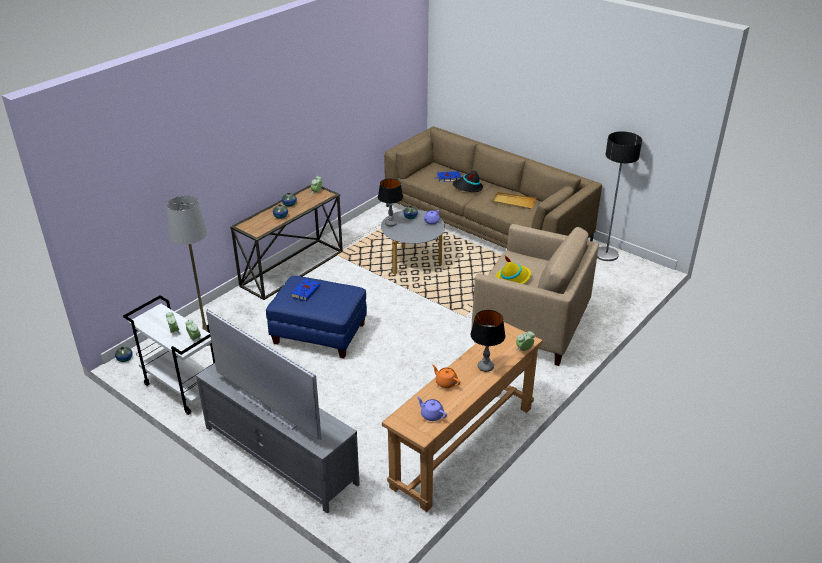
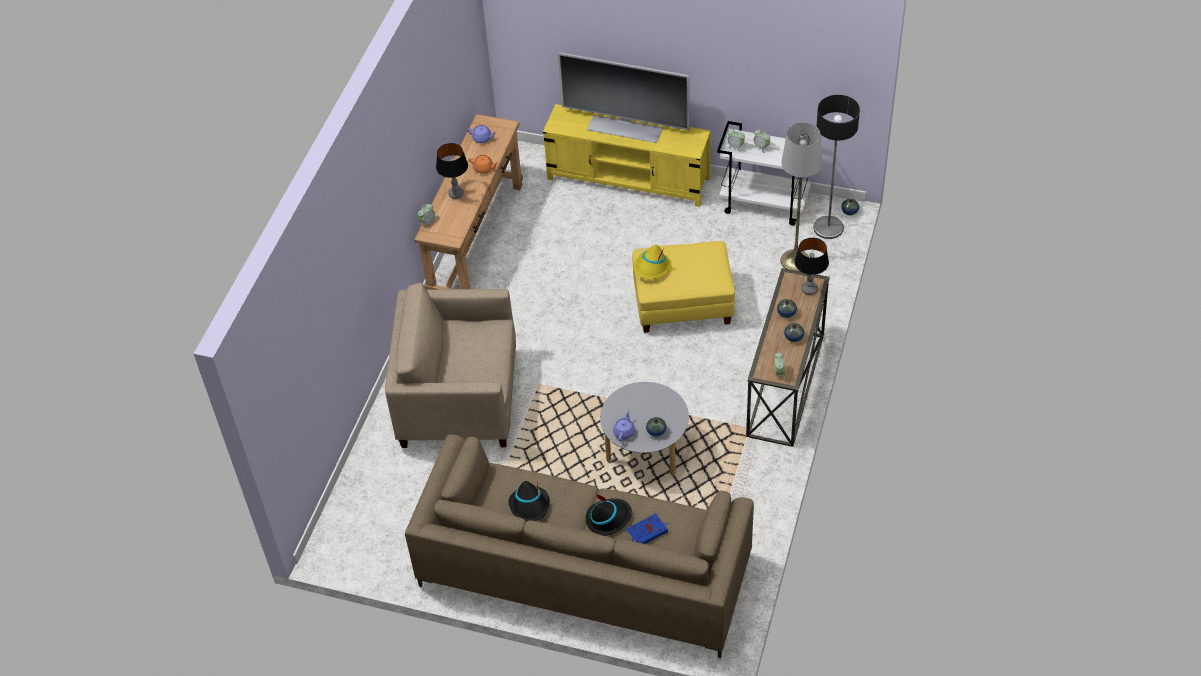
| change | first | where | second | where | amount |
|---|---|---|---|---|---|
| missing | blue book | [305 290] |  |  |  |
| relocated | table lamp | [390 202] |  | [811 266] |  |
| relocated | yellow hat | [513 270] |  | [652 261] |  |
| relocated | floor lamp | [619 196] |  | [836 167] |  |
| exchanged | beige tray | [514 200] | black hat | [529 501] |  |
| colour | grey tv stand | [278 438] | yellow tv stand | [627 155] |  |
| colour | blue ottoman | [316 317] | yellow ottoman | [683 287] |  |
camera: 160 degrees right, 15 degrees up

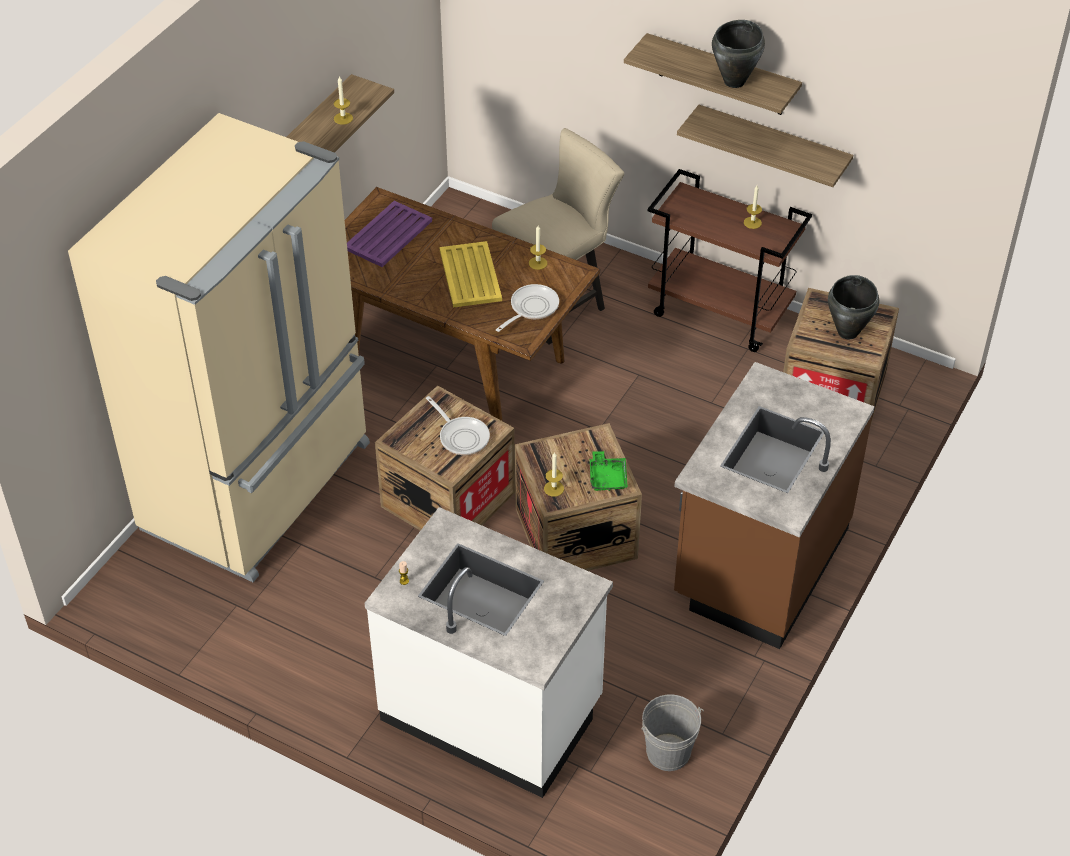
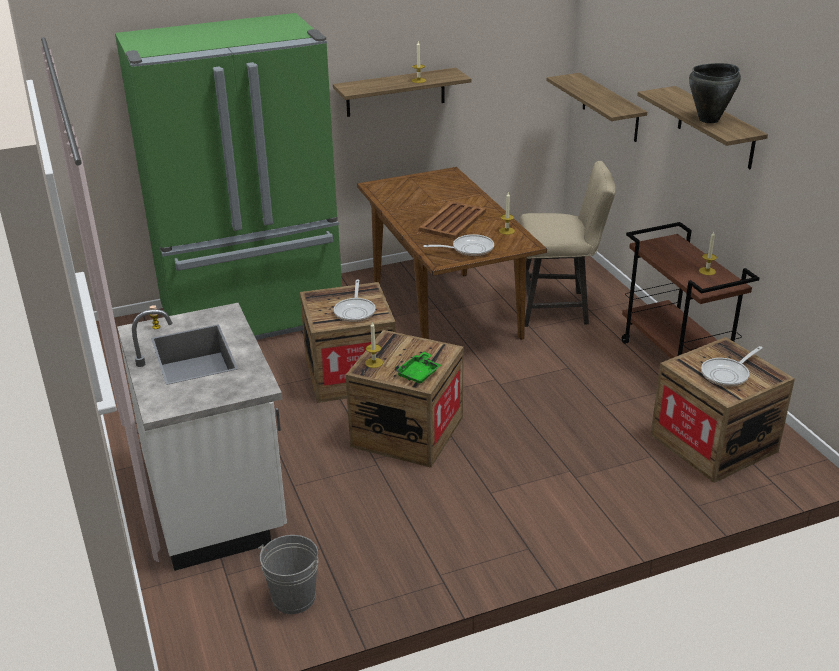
| change | first | where | second | where | amount |
|---|---|---|---|---|---|
| missing | purple tray | [389 234] |  |  |  |
| missing | brown counter | [774 505] |  |  |  |
| relocated | shelf | [765 146] |  | [596 107] |  |
| exchanged | black cooking pot | [853 307] | frying pan | [731 366] |  |
| colour | beige fridge | [219 347] | green fridge | [228 176] |  |
| colour | yellow tray | [471 274] | brown tray | [452 220] |  |
camera: 40 degrees right, 15 degrees down

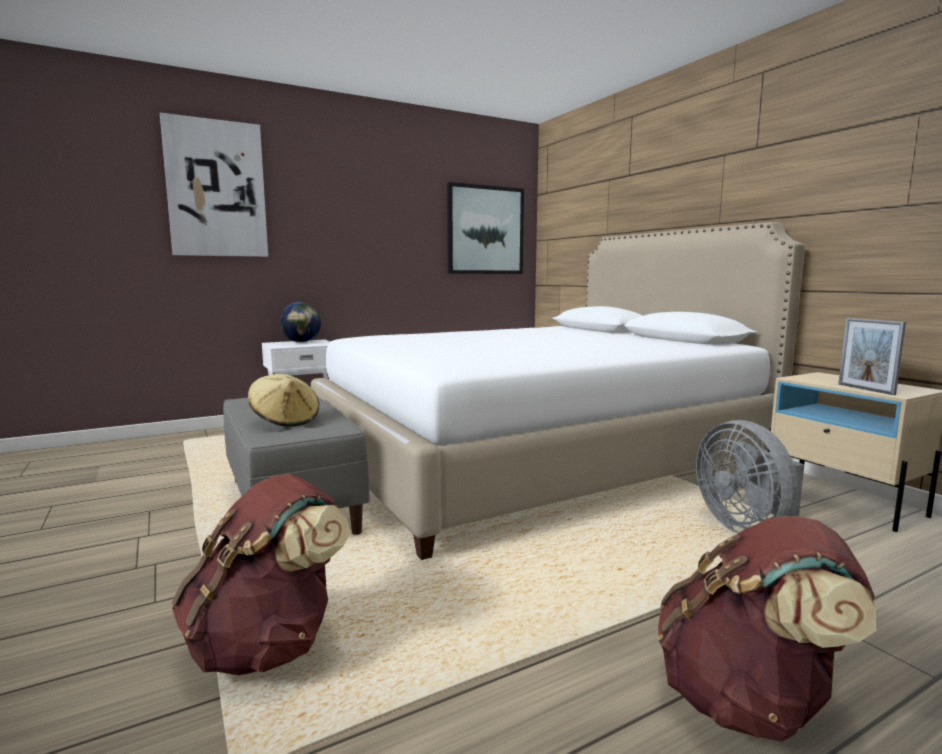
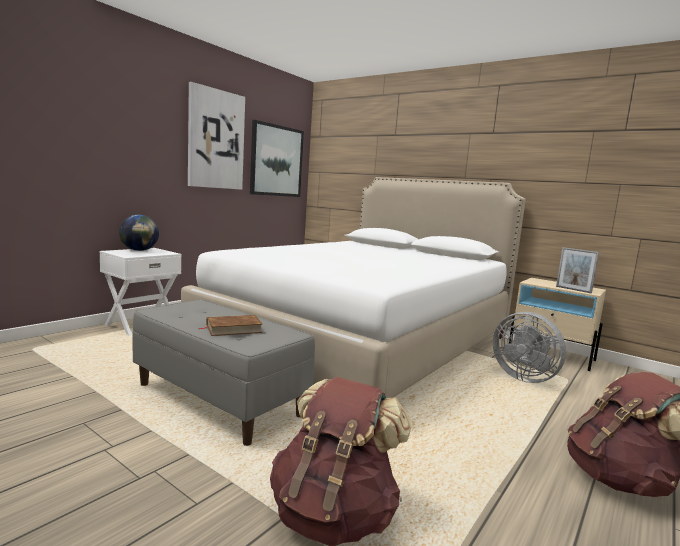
| change | first | where | second | where | amount |
|---|---|---|---|---|---|
| relocated | picture | [214 185] |  | [216 136] |  |
| exchanged | beige hat | [283 400] | brown book | [230 325] |  |
camera: 25 degrees left, 0 degrees up

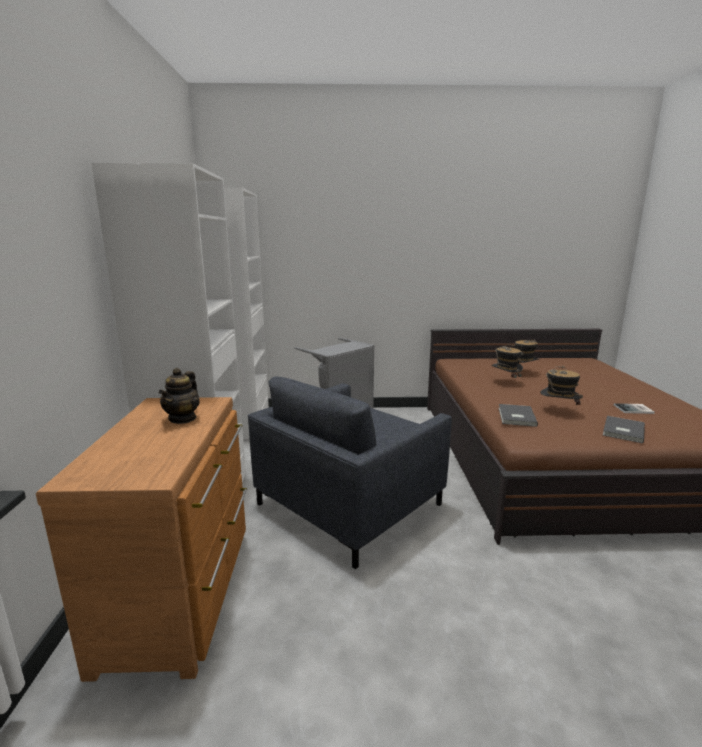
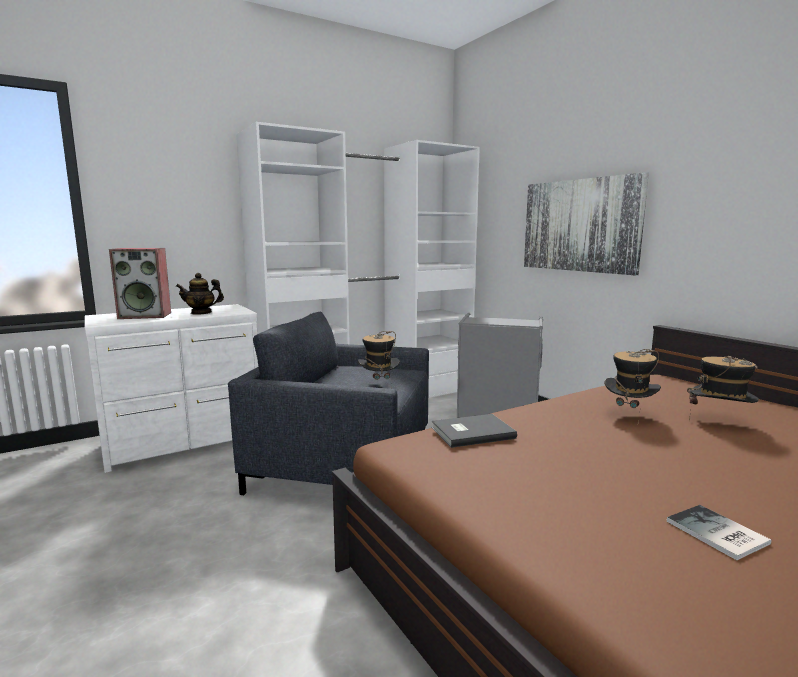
| change | first | where | second | where | amount |
|---|---|---|---|---|---|
| missing | grey book | [624 429] |  |  |  |
| appeared |  |  | speaker | [140 283] |  |
| appeared |  |  | picture | [586 223] |  |
| relocated | hat | [561 386] |  | [379 360] |  |
| colour | brown dresser | [141 539] | white dresser | [171 388] |  |
camera: 60 degrees right, 5 degrees down

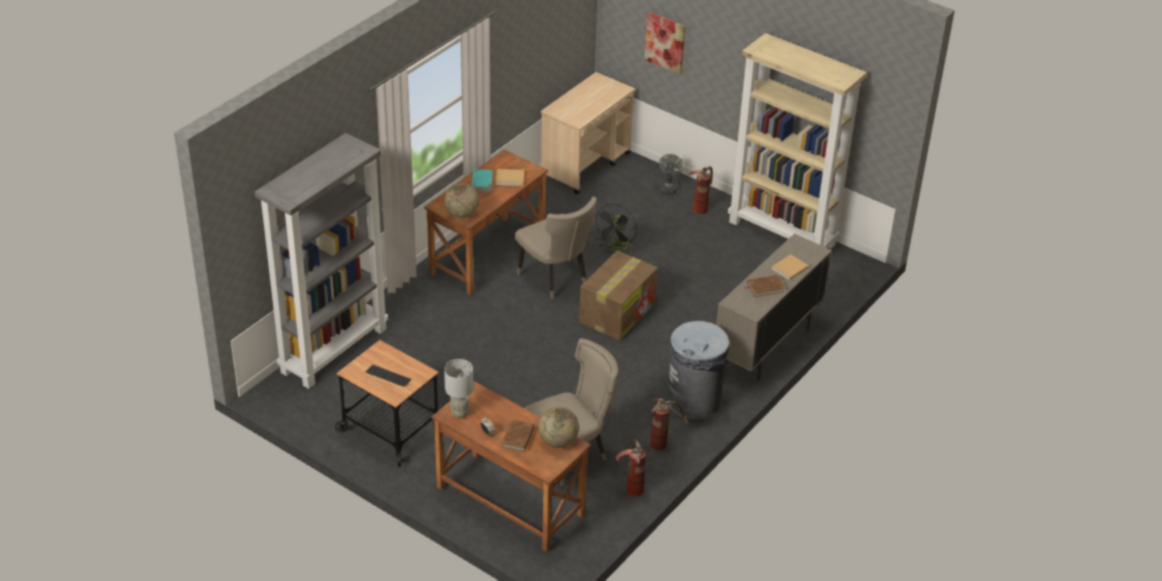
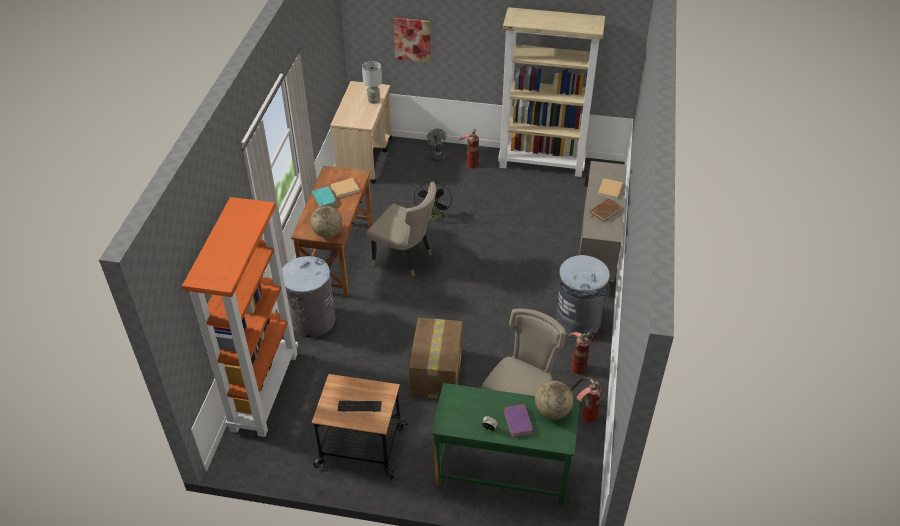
| change | first | where | second | where | amount |
|---|---|---|---|---|---|
| appeared |  |  | grey trash can | [309 296] |  |
| relocated | grey table lamp | [458 388] |  | [372 82] |  |
| relocated | cardboard box | [618 295] |  | [436 358] |  |
| colour | grey bookcase | [321 261] | orange bookcase | [240 317] |  |
| colour | brown desk | [511 466] | green desk | [505 444] |  |
| colour | brown book | [518 436] | purple book | [519 421] |  |
camera: 25 degrees left, 5 degrees up

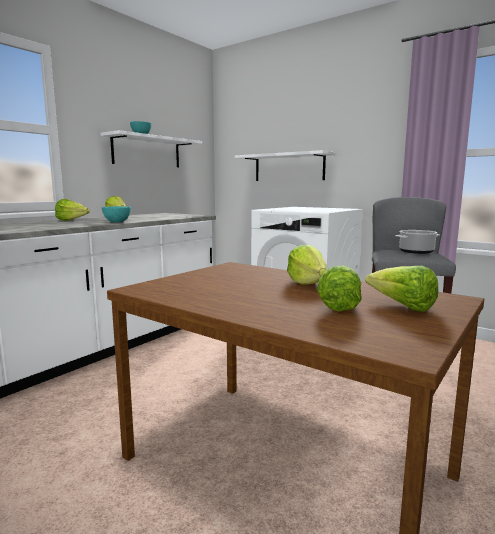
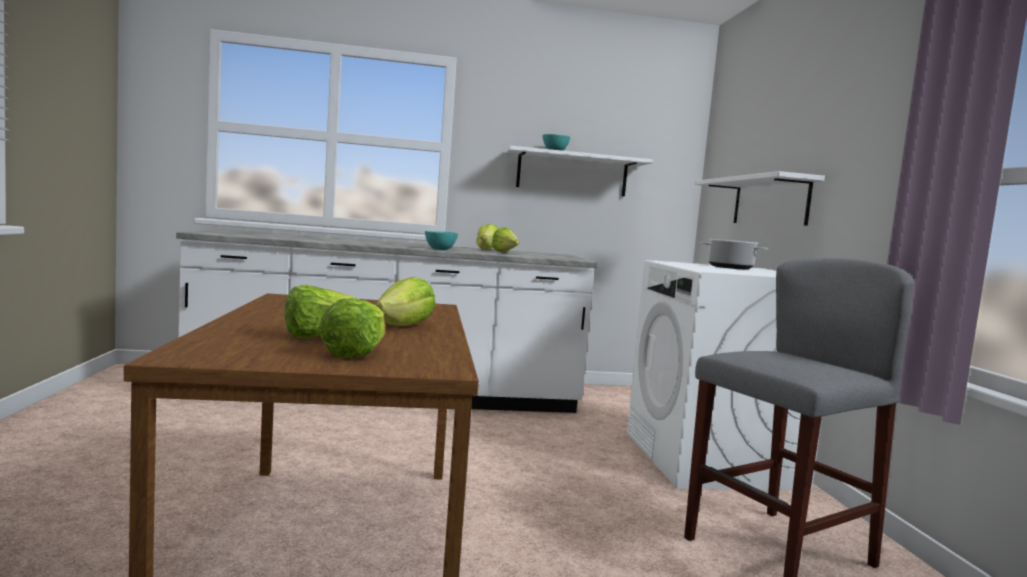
| change | first | where | second | where | amount |
|---|---|---|---|---|---|
| relocated | lettuce | [72 210] |  | [505 239] |  |
| relocated | cooking pot | [418 242] |  | [733 254] |  |
camera: 45 degrees right, 5 degrees down

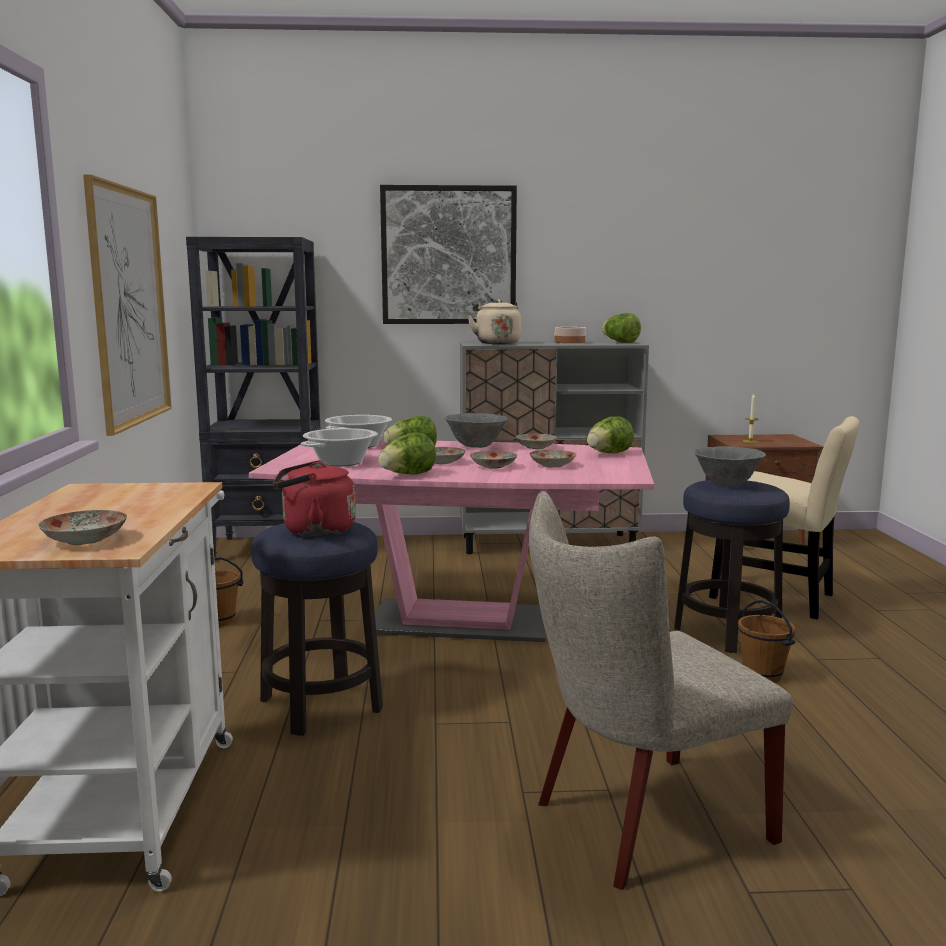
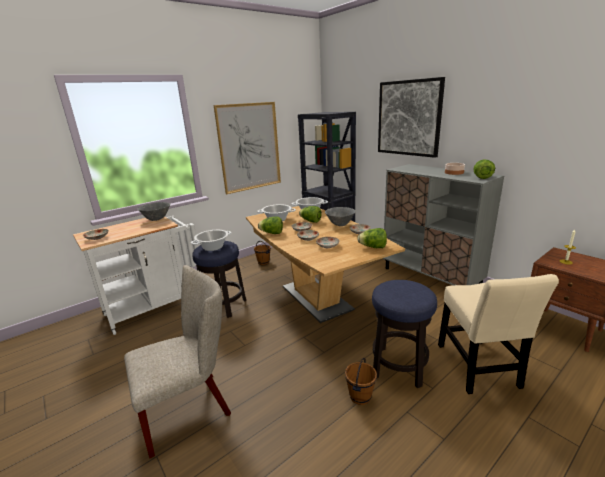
| change | first | where | second | where | amount |
|---|---|---|---|---|---|
| missing | beige kettle | [494 321] |  |  |  |
| relocated | grey bowl | [730 466] |  | [154 211] |  |
| exchanged | red kettle | [314 498] | cooking pot | [211 240] |  |
| colour | pink dining table | [451 541] | brown dining table | [325 264] |  |
| spun | beige chair | [661 690] |  | [177 362] | 120 degrees clockwise |
camera: 55 degrees right, 10 degrees up

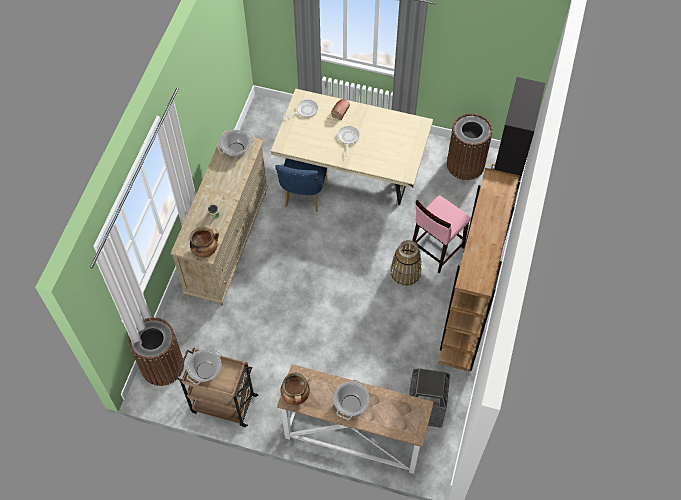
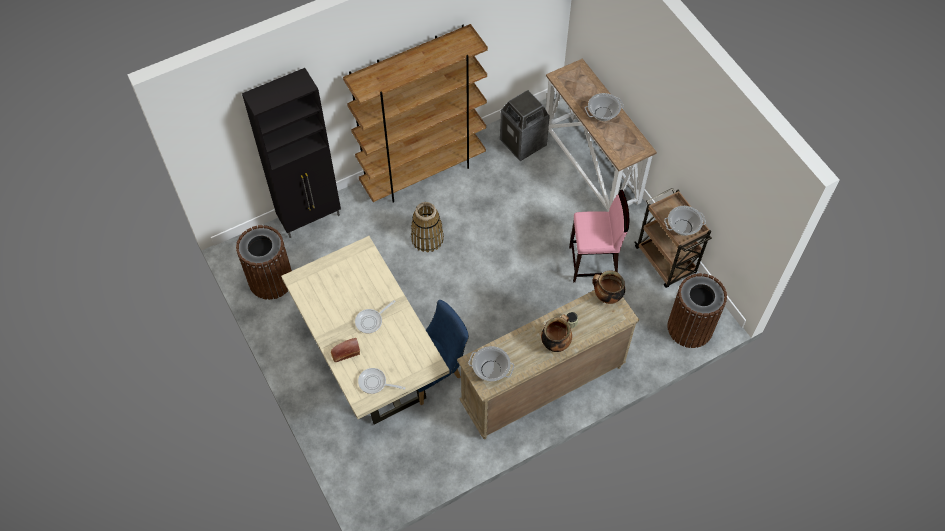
| change | first | where | second | where | amount |
|---|---|---|---|---|---|
| relocated | cooking pot | [295 389] |  | [556 333] |  |
| relocated | pink stool | [441 234] |  | [599 236] |  |
camera: 135 degrees left, 0 degrees up

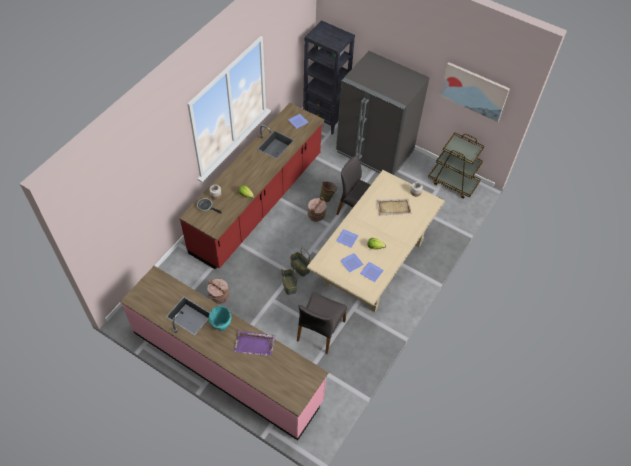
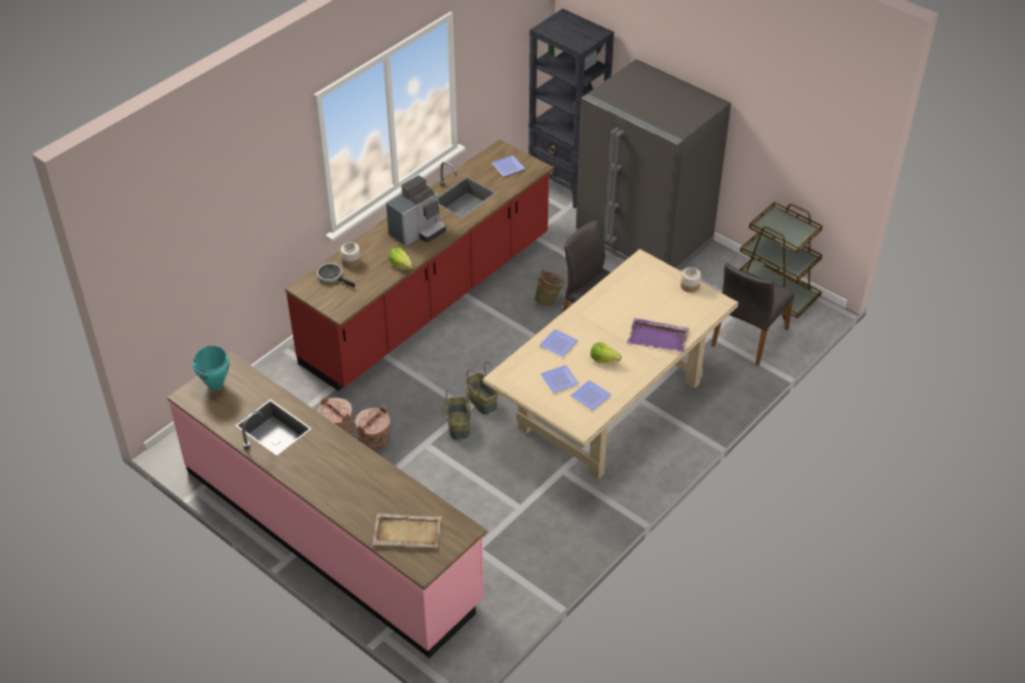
| change | first | where | second | where | amount |
|---|---|---|---|---|---|
| missing | picture | [475 92] |  |  |  |
| appeared |  |  | coffee machine | [416 211] |  |
| relocated | turquoise cooking pot | [220 318] |  | [211 367] |  |
| relocated | purple tray | [254 343] |  | [658 335] |  |
| relocated | grey chair | [322 323] |  | [752 314] |  |
| relocated | brown bucket | [317 209] |  | [373 429] |  |
| relocated | beige tray | [394 206] |  | [407 530] |  |
camera: 10 degrees right, 10 degrees down

